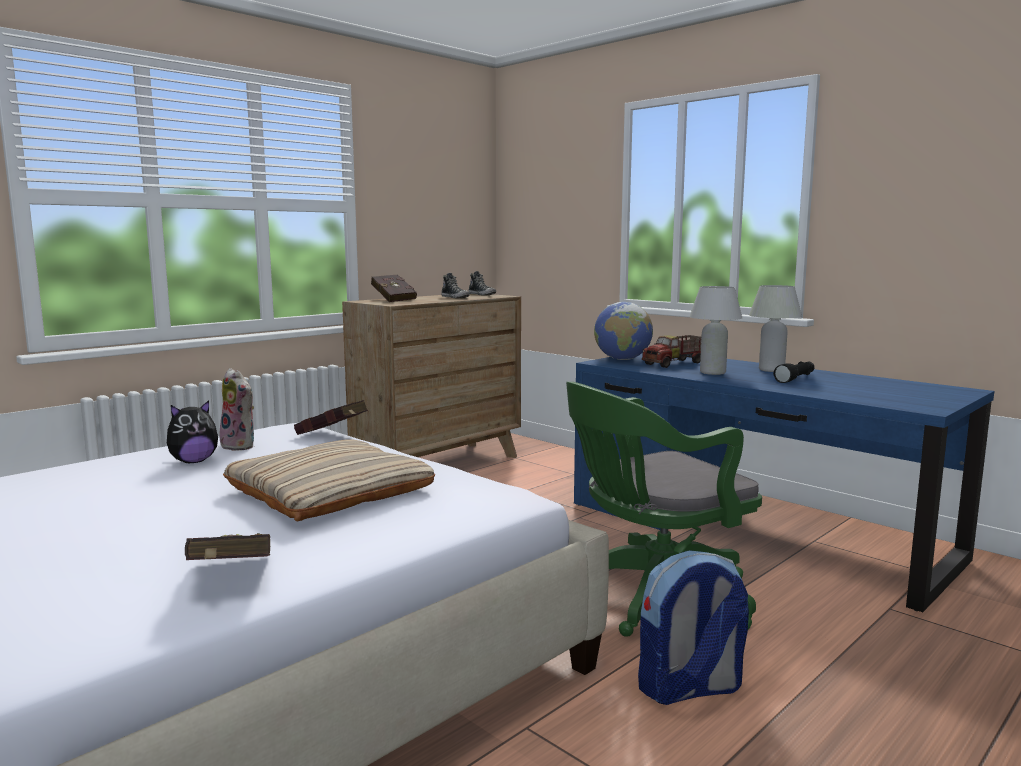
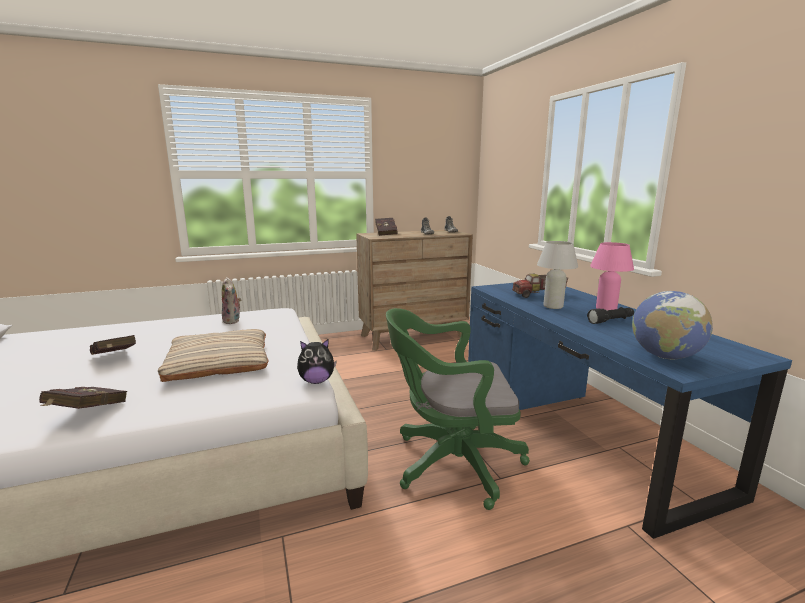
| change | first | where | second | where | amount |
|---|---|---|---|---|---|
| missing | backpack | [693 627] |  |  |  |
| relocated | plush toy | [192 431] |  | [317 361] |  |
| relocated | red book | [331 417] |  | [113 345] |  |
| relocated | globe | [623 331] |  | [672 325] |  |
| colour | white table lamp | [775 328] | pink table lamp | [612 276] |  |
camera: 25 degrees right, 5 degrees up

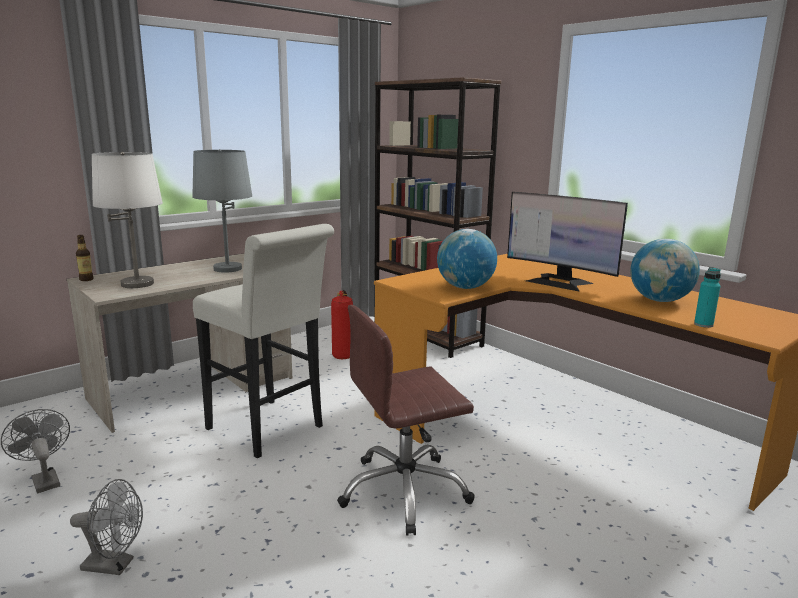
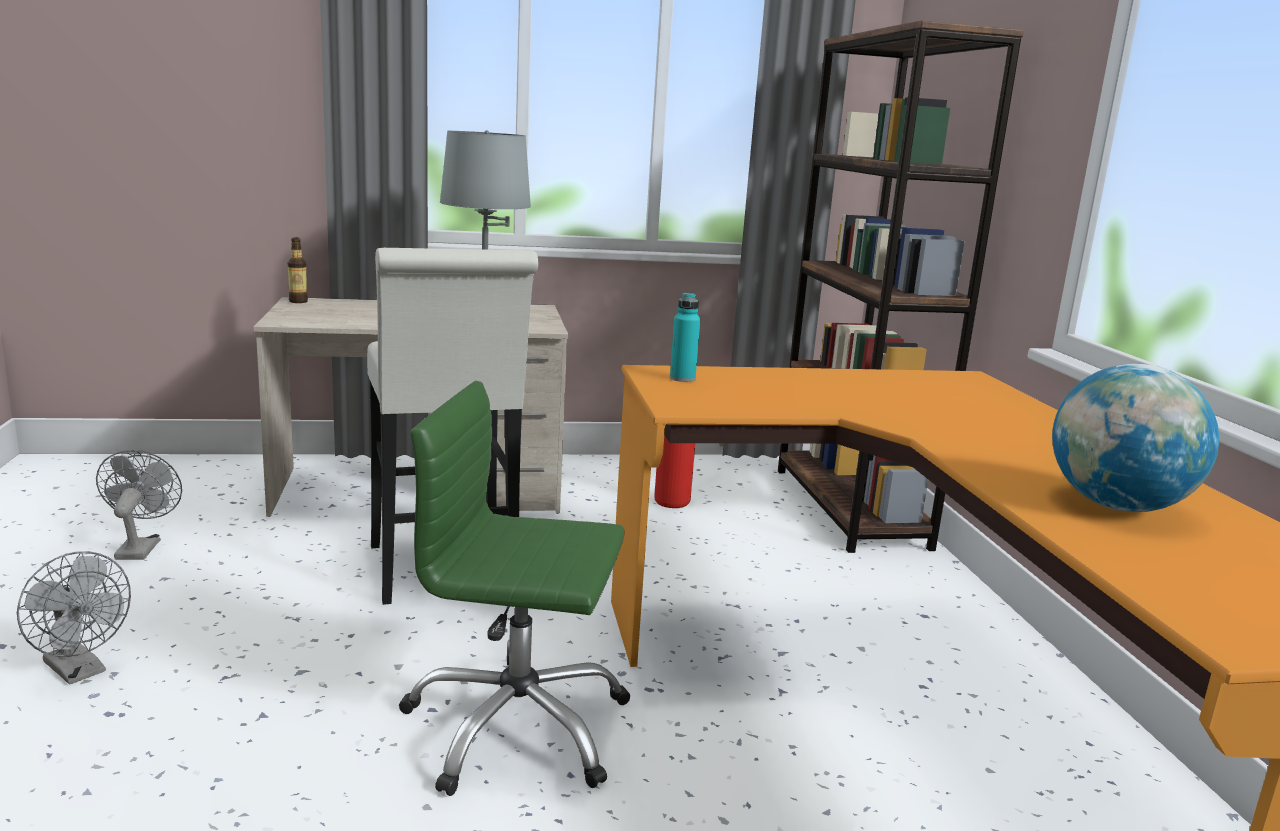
| change | first | where | second | where | amount |
|---|---|---|---|---|---|
| missing | white table lamp | [127 220] |  |  |  |
| missing | globe | [467 259] |  |  |  |
| missing | monitor | [567 242] |  |  |  |
| relocated | turquoise bottle | [707 297] |  | [685 337] |  |
| colour | brown office chair | [406 420] | green office chair | [515 588] |  |
camera: 30 degrees right, 0 degrees up

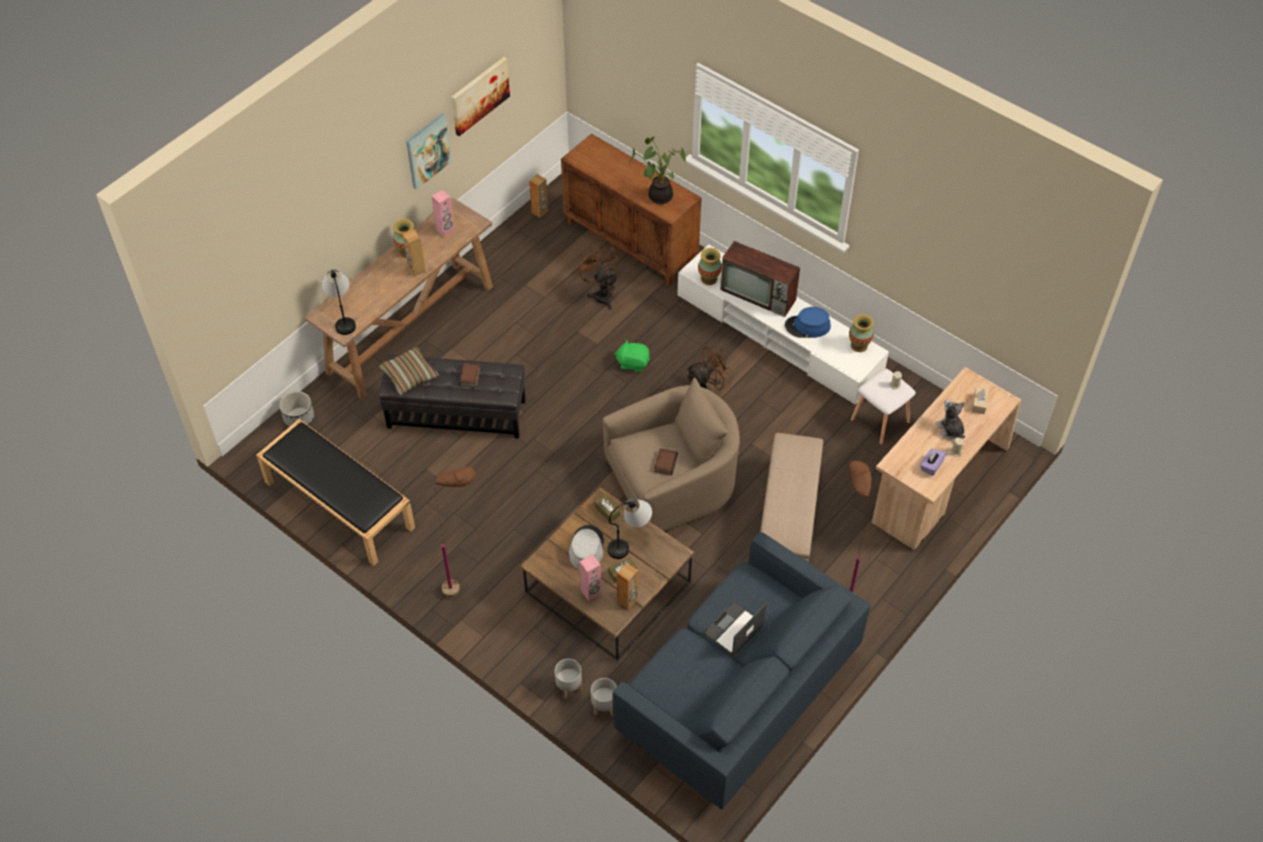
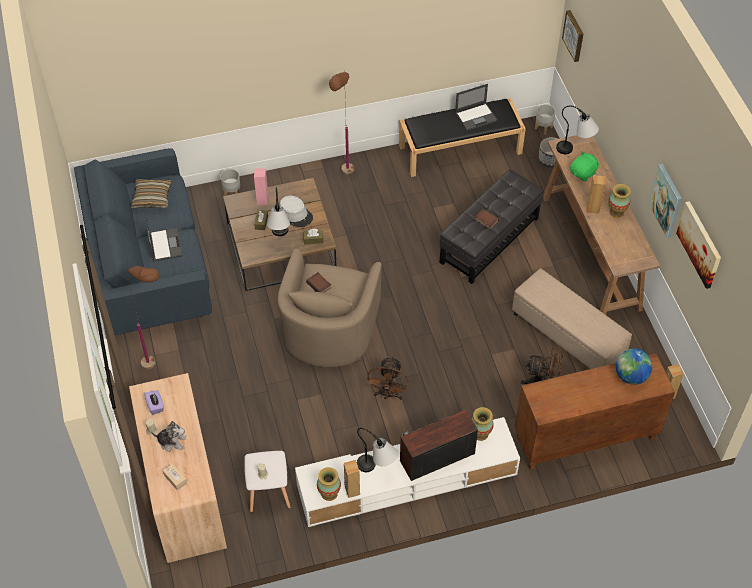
| change | first | where | second | where | amount |
|---|---|---|---|---|---|
| missing | pink speaker | [443 213] |  |  |  |
| missing | potted plant | [657 170] |  |  |  |
| appeared |  |  | laptop | [476 107] |  |
| appeared |  |  | picture | [572 36] |  |
| appeared |  |  | globe | [634 367] |  |
| relocated | pillow | [409 371] |  | [151 193] |  |
| relocated | grey planter | [604 697] |  | [545 119] |  |
| relocated | green plush toy | [632 355] |  | [585 166] |  |
| relocated | brown speaker | [627 586] |  | [352 479] |  |
| relocated | beige ottoman | [791 498] |  | [572 318] |  |
| exchanged | blue hat | [808 322] | table lamp | [377 450] |  |
camera: 125 degrees right, 0 degrees up

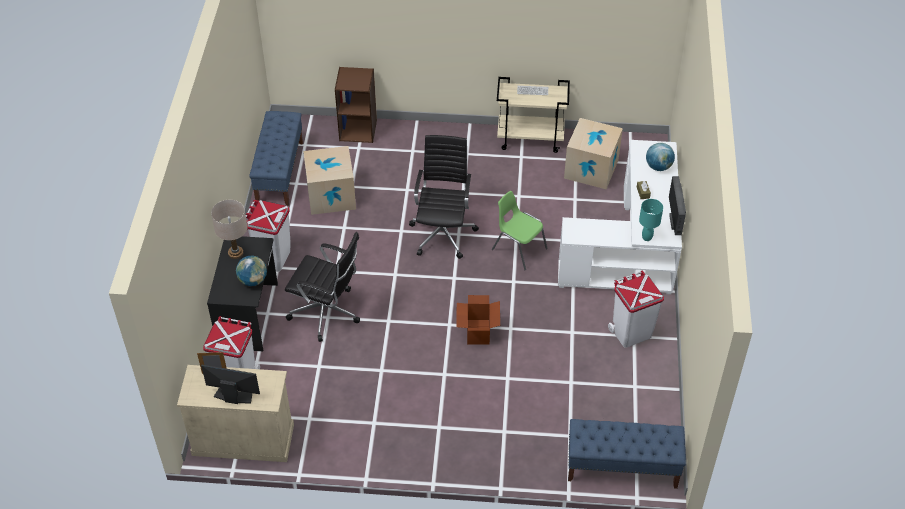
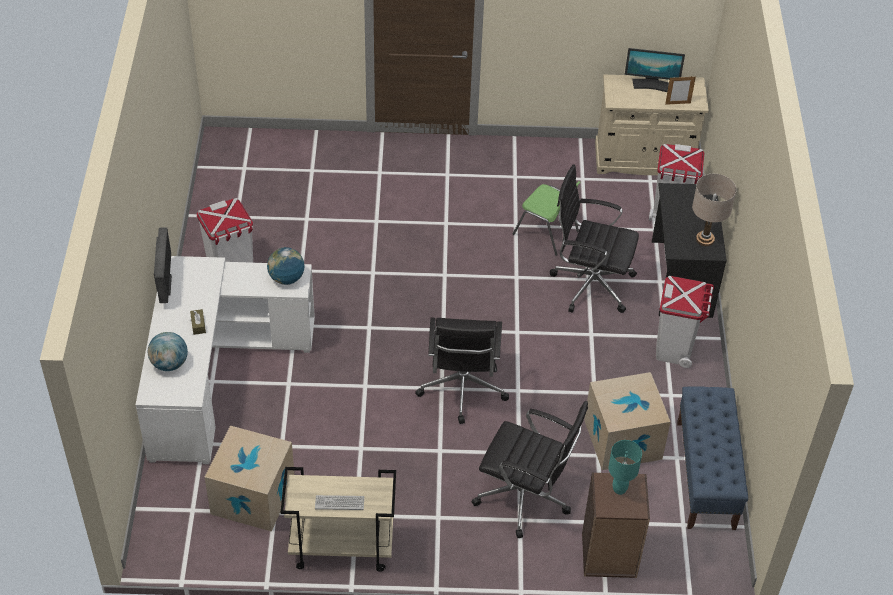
| change | first | where | second | where | amount |
|---|---|---|---|---|---|
| missing | cardboard box | [478 320] |  |  |  |
| missing | blue bench | [627 454] |  |  |  |
| appeared |  |  | black office chair | [530 469] |  |
| relocated | globe | [251 271] |  | [285 266] |  |
| relocated | green chair | [519 230] |  | [546 218] |  |
| relocated | turquoise table lamp | [651 220] |  | [625 467] |  |
camera: 175 degrees right, 0 degrees up

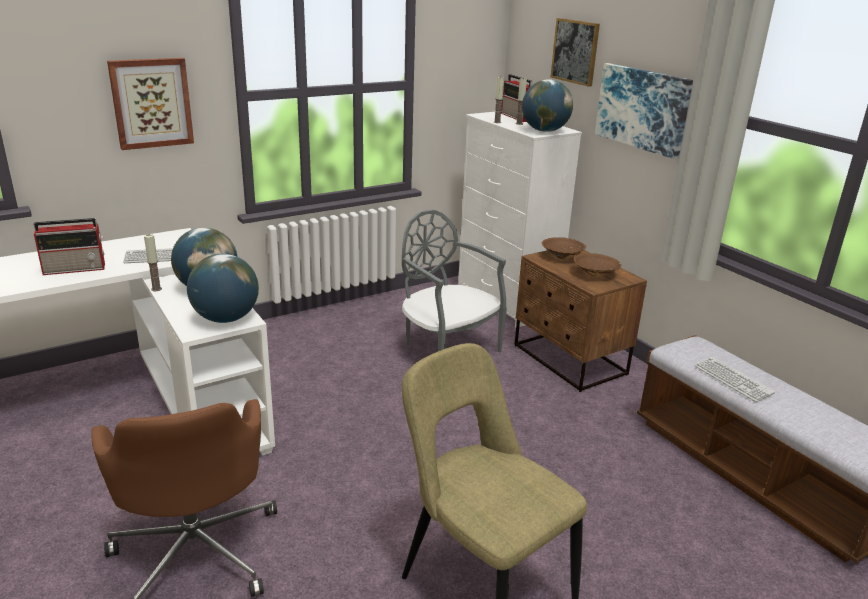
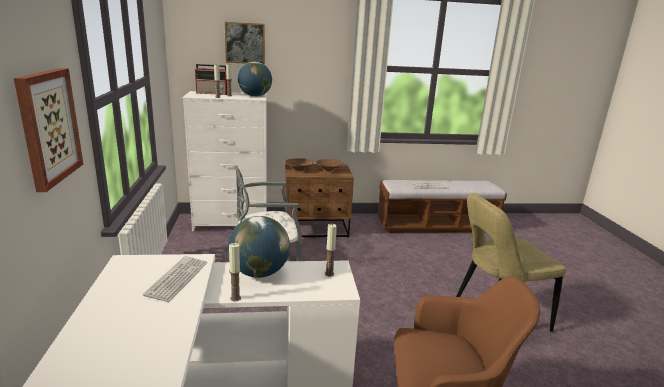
| change | first | where | second | where | amount |
|---|---|---|---|---|---|
| missing | radio | [69 246] |  |  |  |
| missing | picture | [644 111] |  |  |  |
| exchanged | globe | [223 288] | candle | [331 250] |  |
camera: 65 degrees left, 5 degrees down

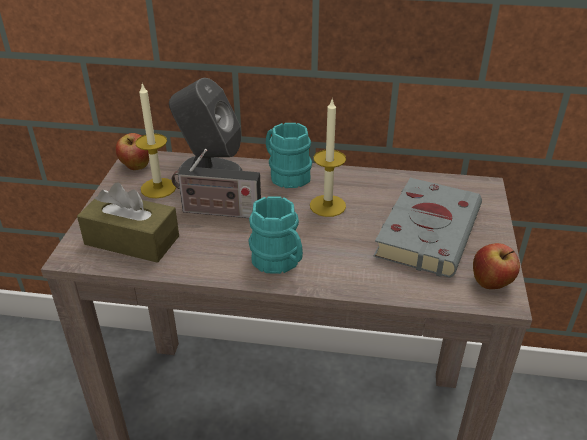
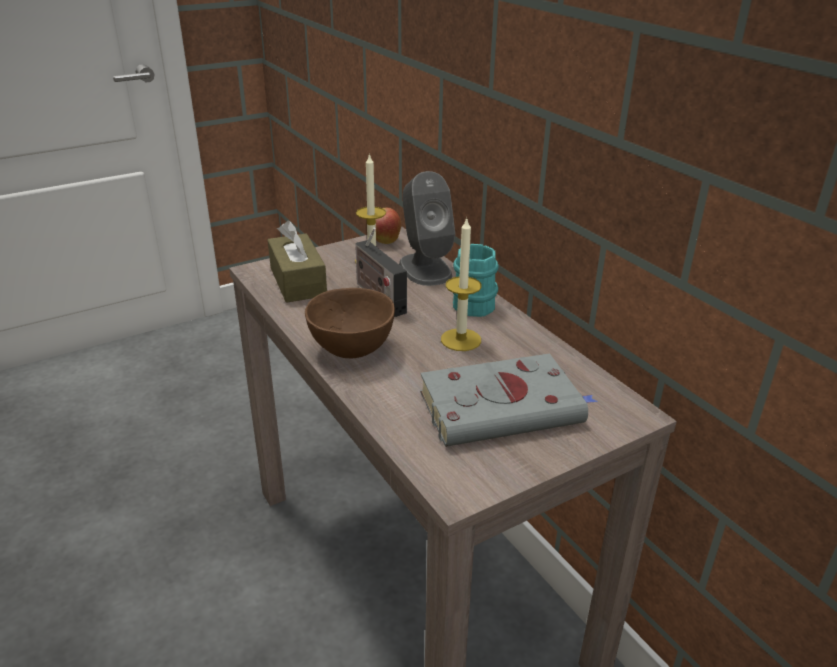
| change | first | where | second | where | amount |
|---|---|---|---|---|---|
| missing | apple | [496 266] |  |  |  |
| exchanged | turquoise mug | [275 235] | brown bowl | [350 323] |  |
camera: 50 degrees right, 5 degrees down

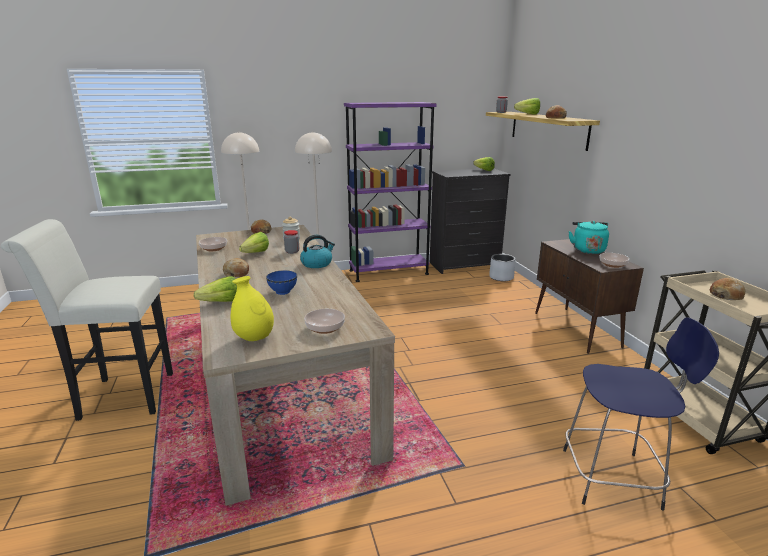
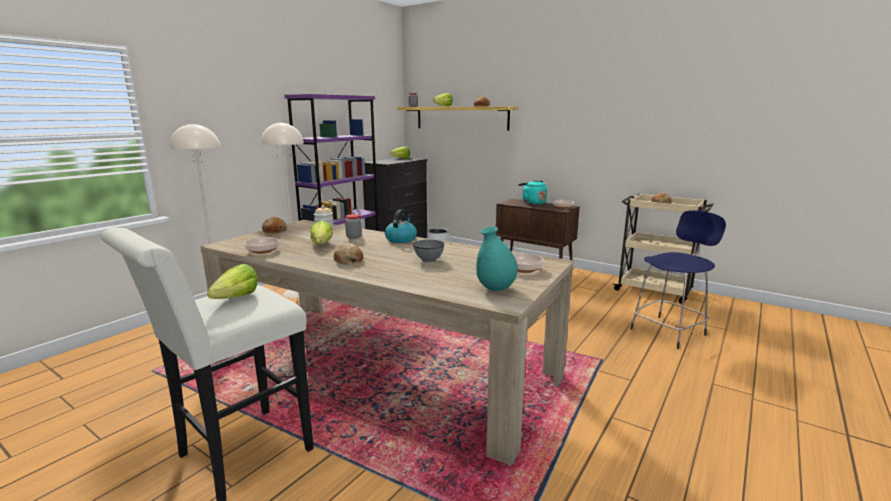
| change | first | where | second | where | amount |
|---|---|---|---|---|---|
| relocated | lettuce | [215 289] |  | [232 281] |  |
| colour | yellow vase | [252 308] | turquoise vase | [497 259] |  |
| colour | blue bowl | [281 282] | grey bowl | [428 251] |  |
camera: 40 degrees left, 5 degrees down

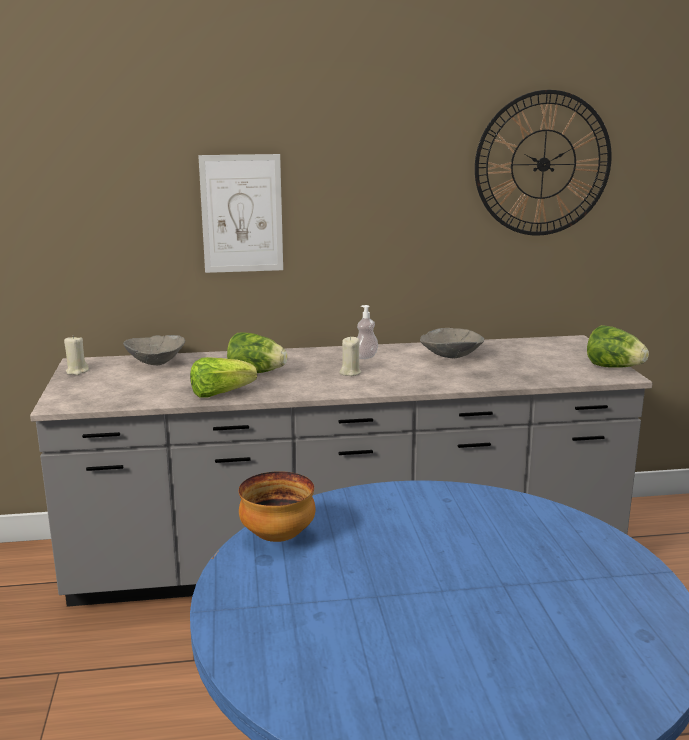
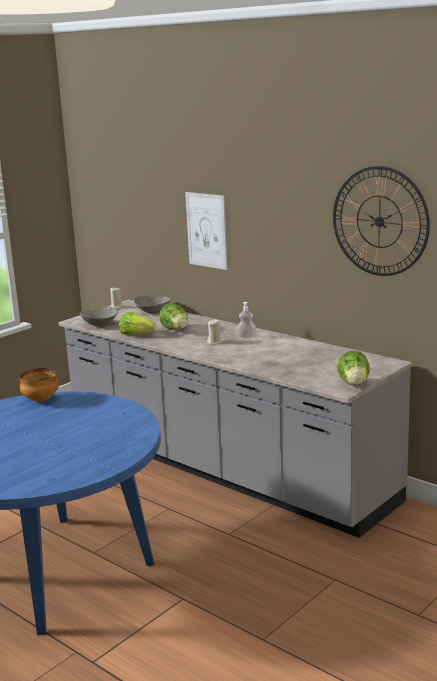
| change | first | where | second | where | amount |
|---|---|---|---|---|---|
| relocated | grey bowl | [452 343] |  | [99 317] |  |
camera: 50 degrees right, 0 degrees up

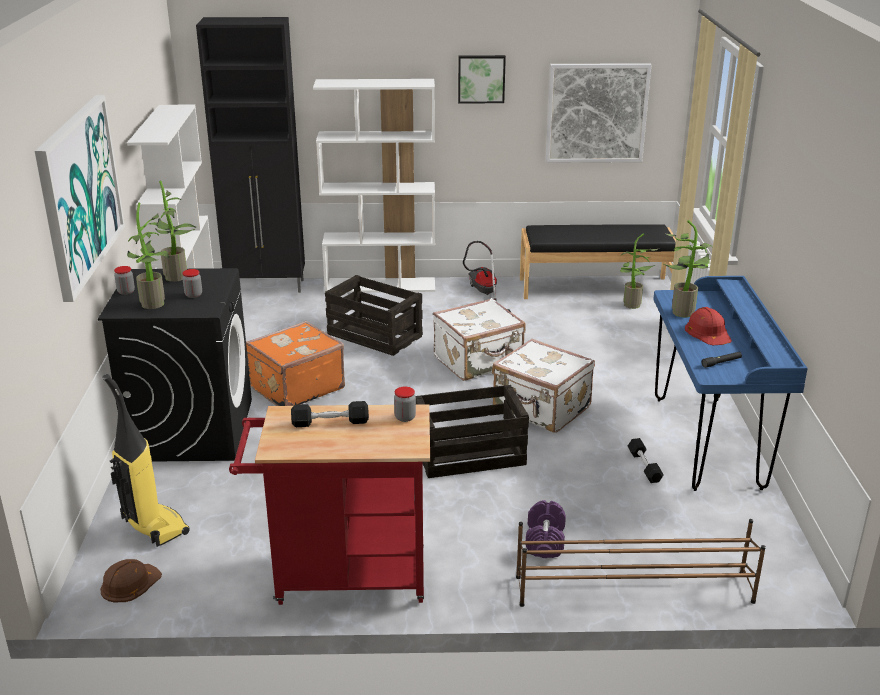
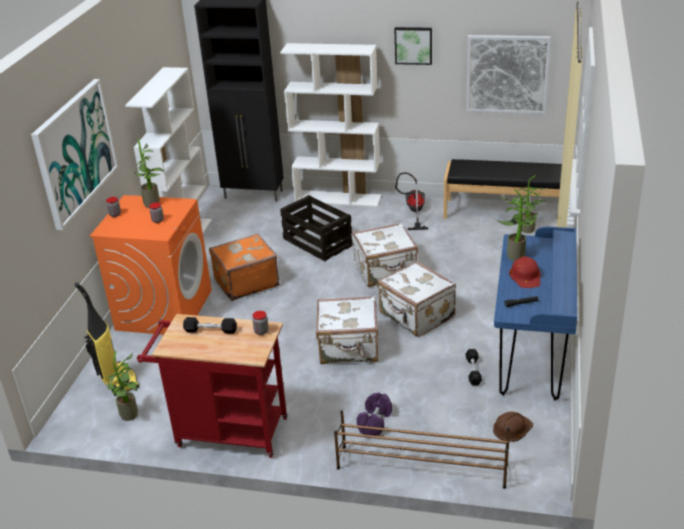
| change | first | where | second | where | amount |
|---|---|---|---|---|---|
| relocated | brown hard hat | [131 580] |  | [513 427] |  |
| relocated | potted plant | [148 256] |  | [122 386] |  |
| exchanged | crate | [472 431] | white suitcase | [347 330] |  |
| colour | black washing machine | [175 365] | orange washing machine | [151 265] |  |
camera: 15 degrees right, 5 degrees up

